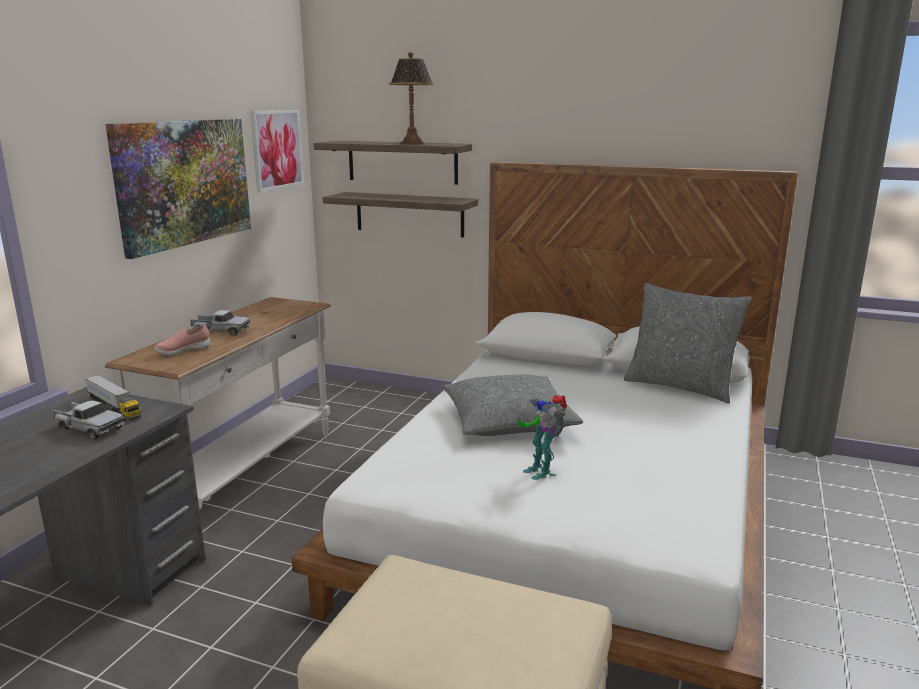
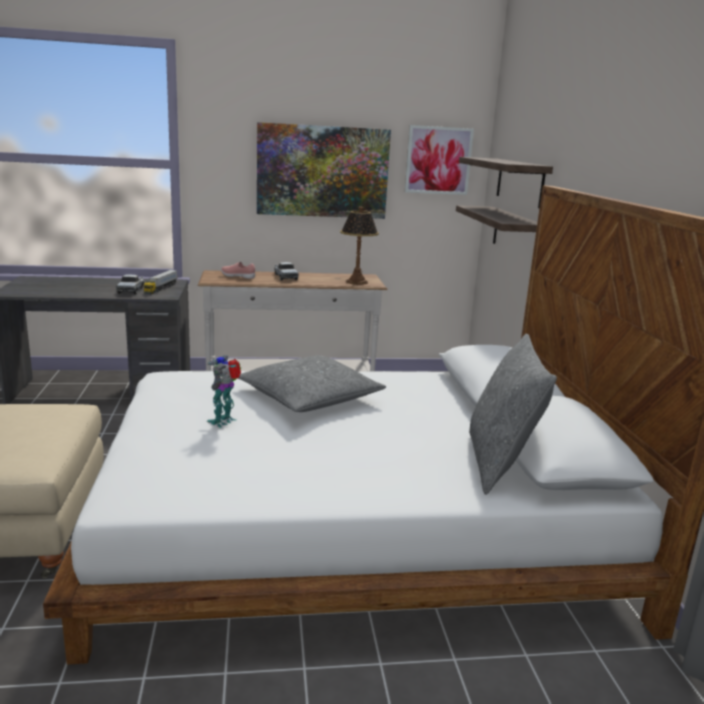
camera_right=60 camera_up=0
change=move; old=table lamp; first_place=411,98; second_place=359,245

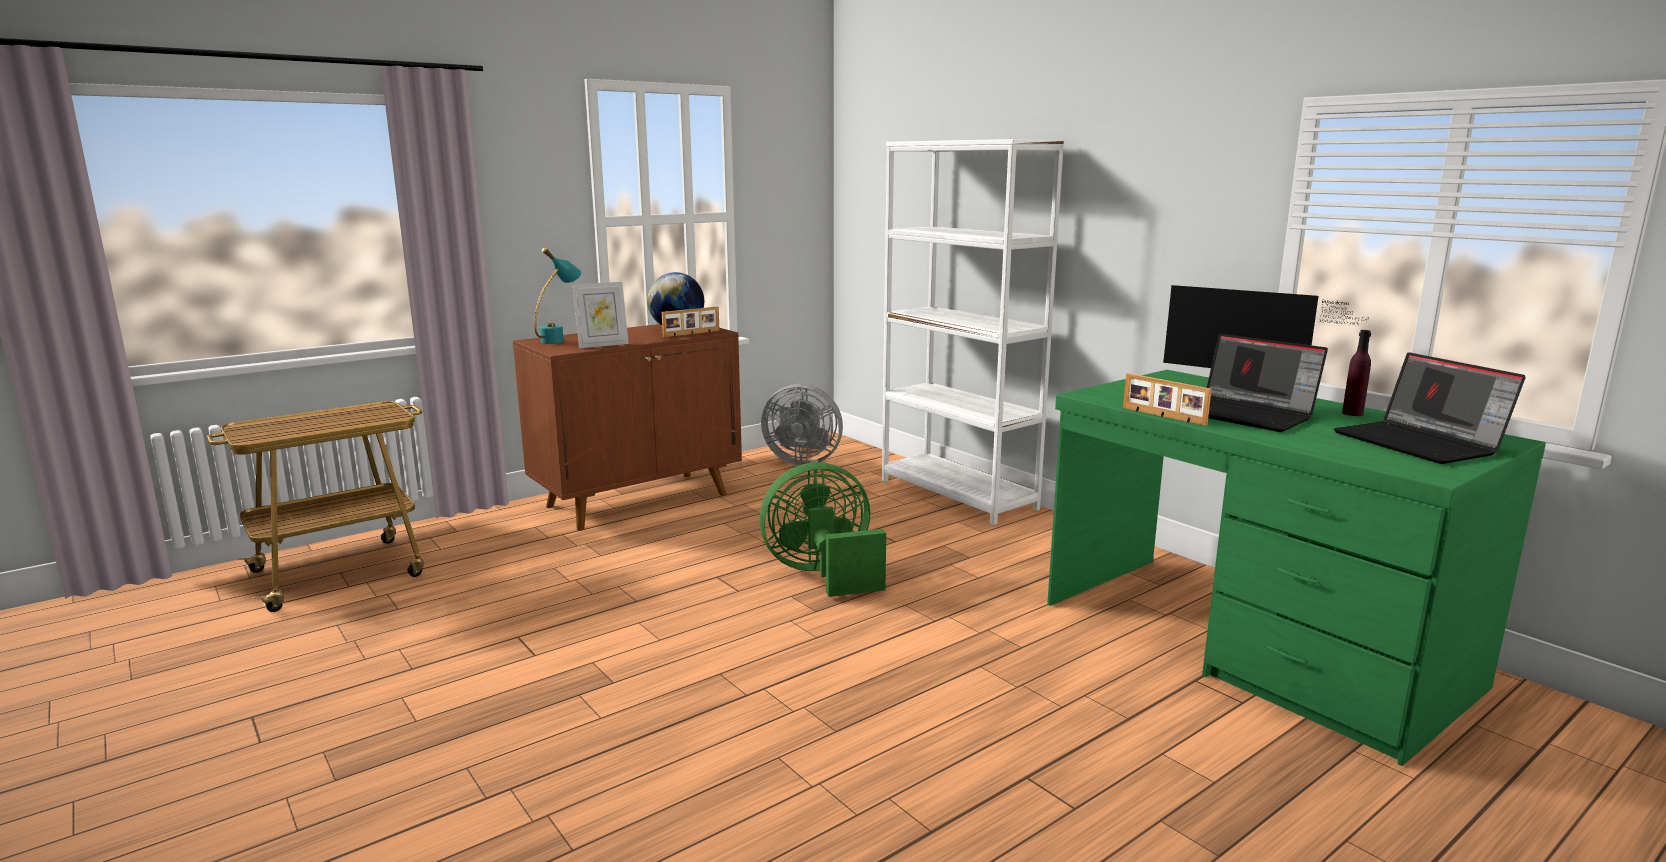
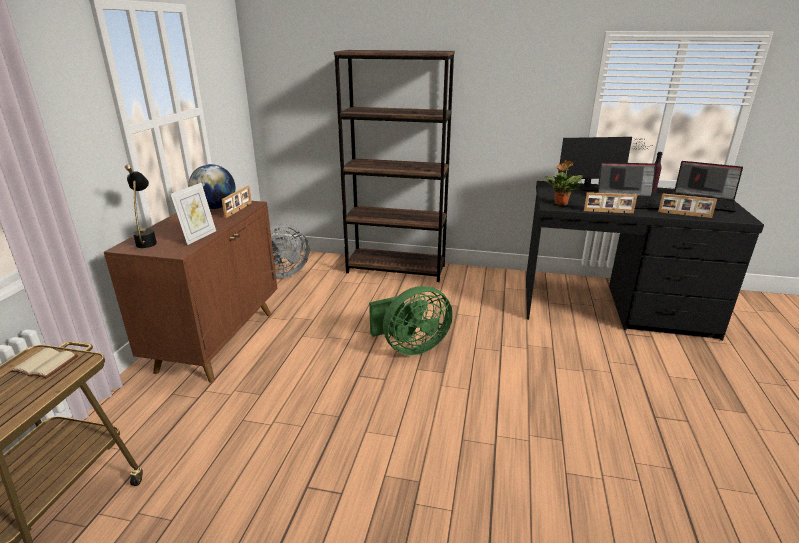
camera_right=-40 camera_up=10
change=recolor; old=bookcase (white); new=bookcase (brown); first_place=973,332; second_place=394,166
change=recolor; old=table lamp (turquoise); new=table lamp (black); first_place=557,295; second_place=141,206
change=recolor; old=desk (green); new=desk (black); first_place=1296,568; second_place=645,261
change=rotate; old=fan (green); first_place=823,530; second_place=411,320; degrees=-150
change=insert; new=potted plant; second_place=564,182
change=insert; new=picture frame; second_place=687,205
change=insert; new=book (beige); second_place=45,363

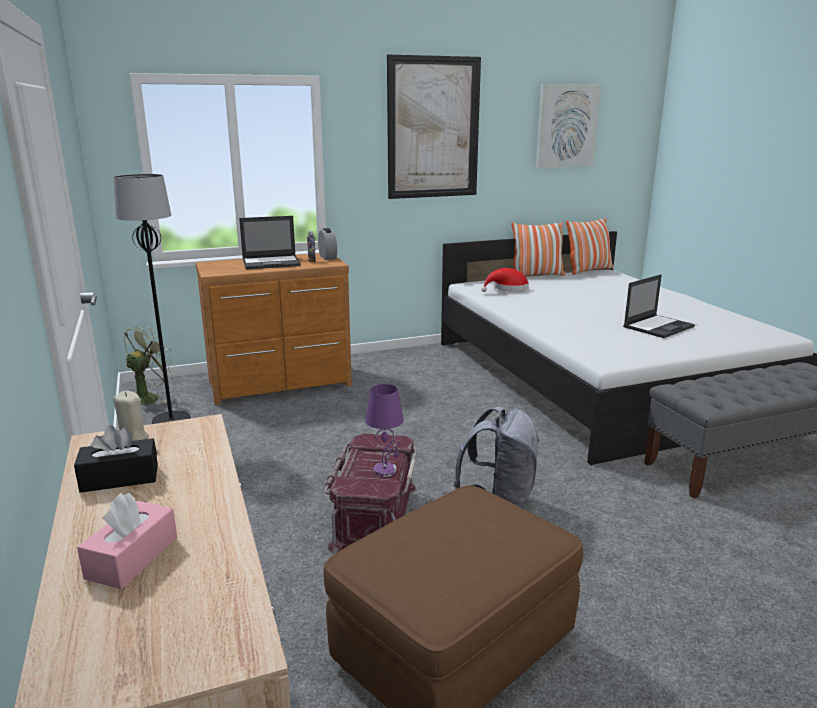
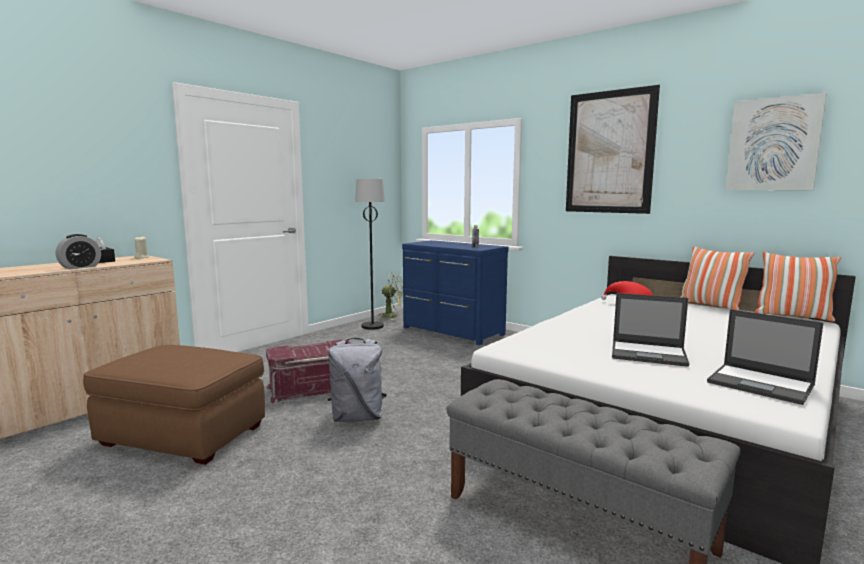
camera_right=60 camera_up=-10
change=move; old=laptop; first_place=270,243; second_place=765,357
change=move; old=alarm clock; first_place=327,244; second_place=78,251
change=recolor; old=dresser (brown); new=dresser (blue); first_place=274,329; second_place=455,292
change=delete; old=table lamp (purple); first_place=384,430
change=delete; old=tissue box (pink); first_place=127,541

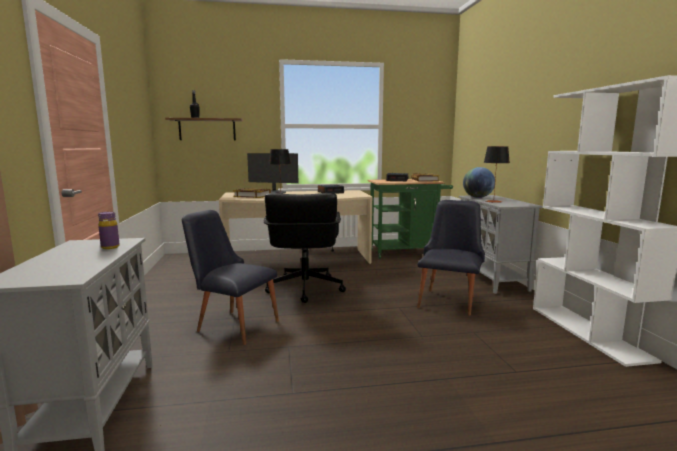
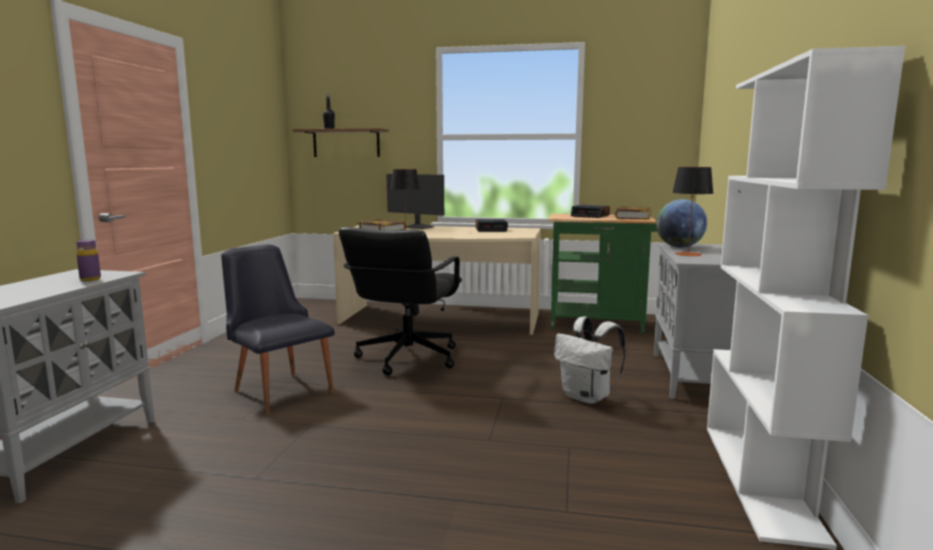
camera_right=20 camera_up=0
change=replace; old=chair (black); new=backpack (white); first_place=451,258; second_place=590,360

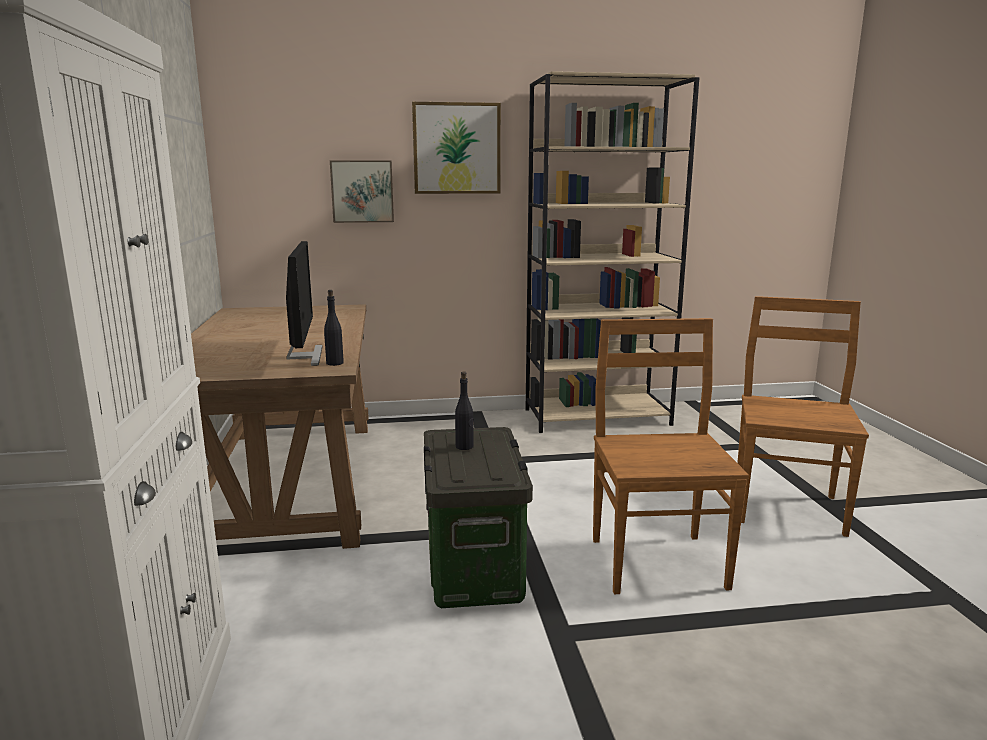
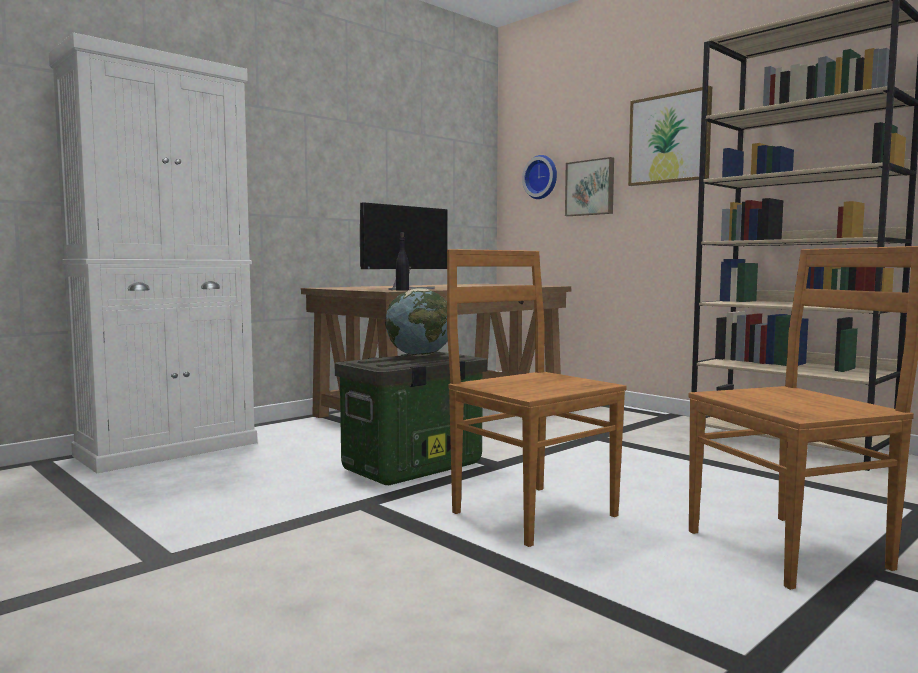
camera_right=55 camera_up=-10
change=rotate; old=chair (brown); first_place=671,456; second_place=537,398; degrees=-90
change=replace; old=bottle (black); new=globe; first_place=464,411; second_place=416,322
change=insert; new=wall clock; second_place=539,177

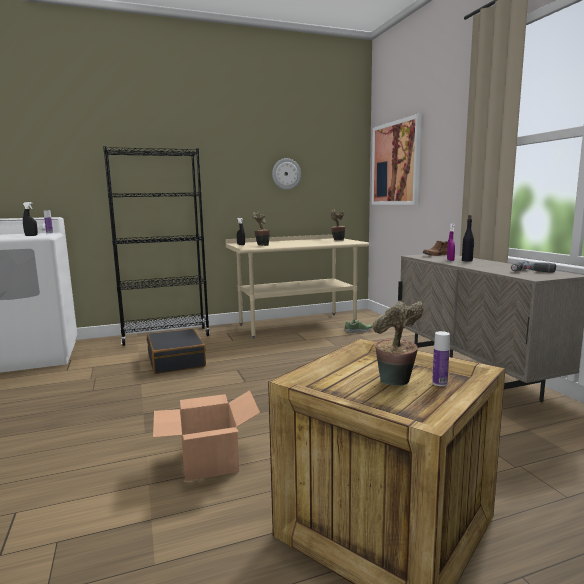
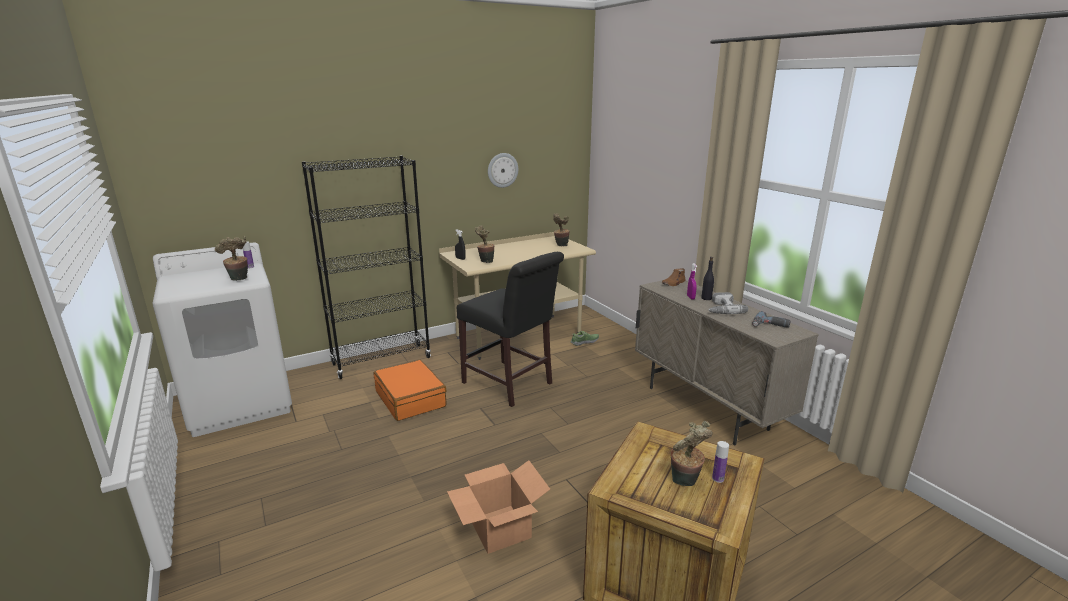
camera_right=-10 camera_up=10
change=delete; old=picture; first_place=396,159
change=replace; old=spray bottle (black); new=potted plant; first_place=30,219; second_place=231,258
change=recolor; old=suitcase (black); new=suitcase (orange); first_place=176,351; second_place=410,390
change=insert; new=chair (black); second_place=510,329
change=insert; new=power drill; second_place=728,303

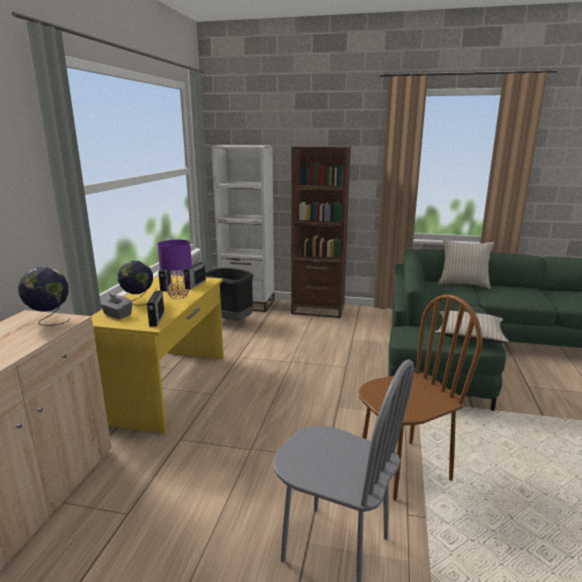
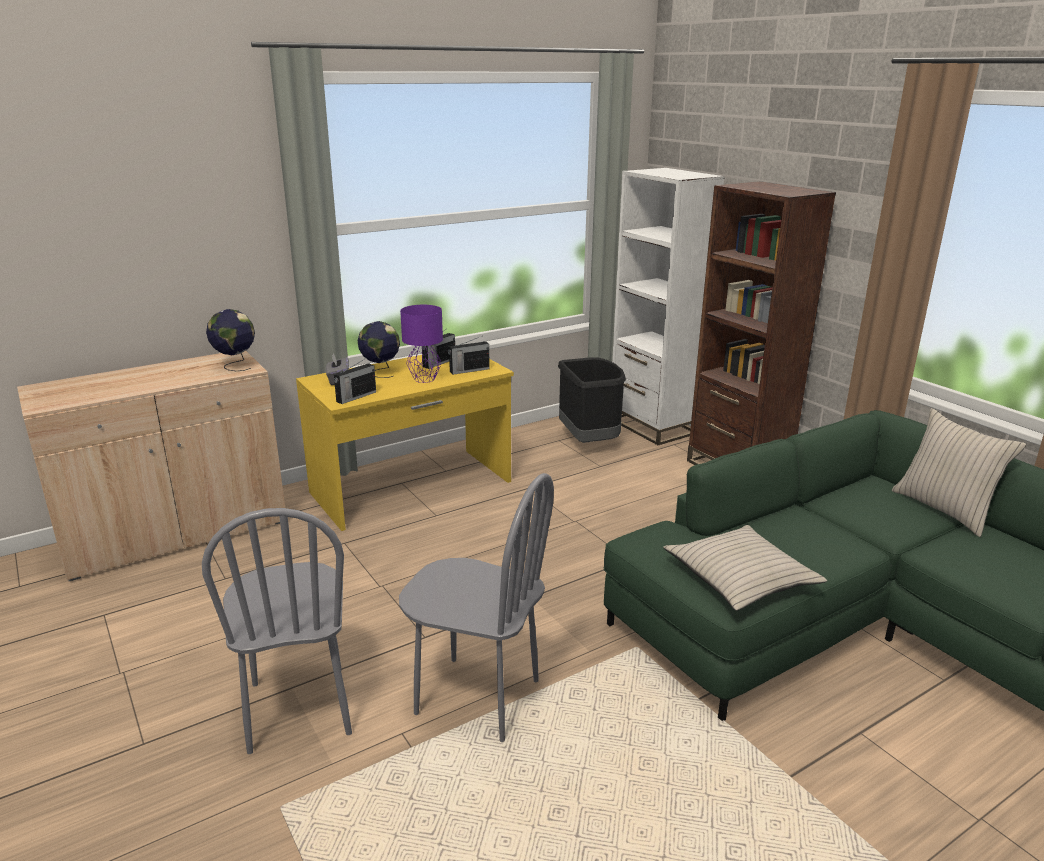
camera_right=45 camera_up=5
change=recolor; old=chair (brown); new=chair (grey); first_place=420,397; second_place=476,607

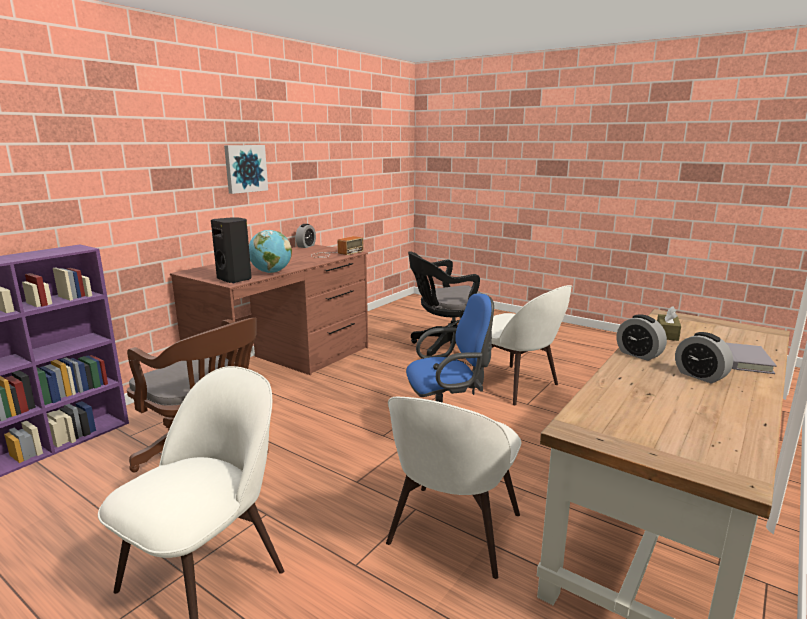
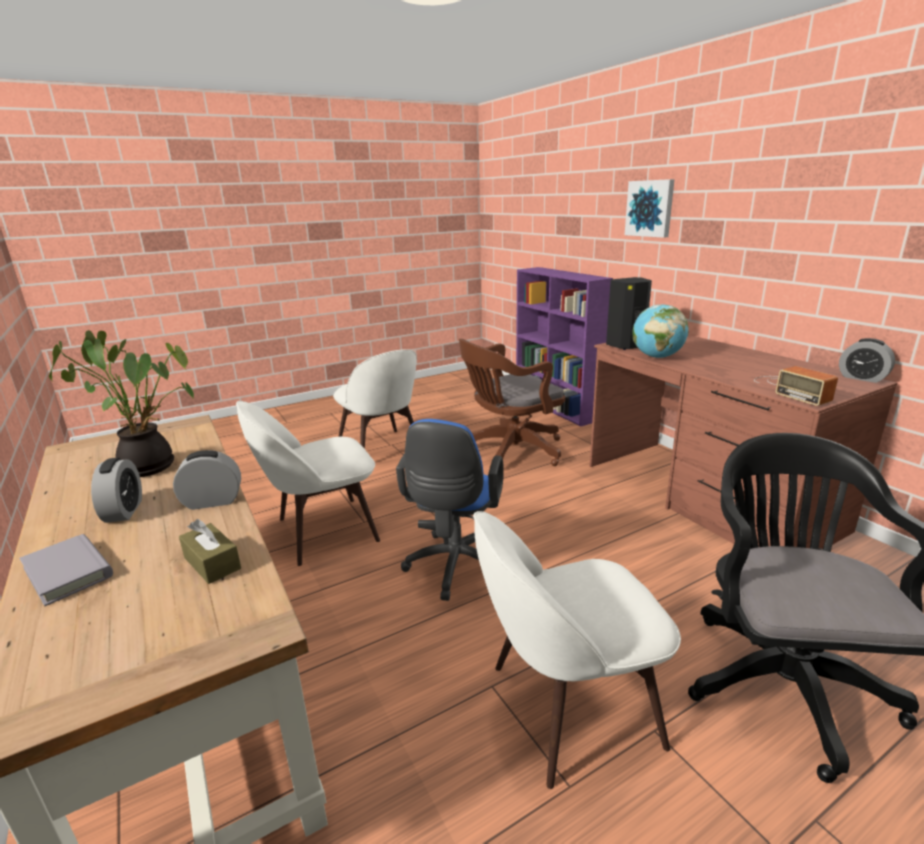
camera_right=115 camera_up=5
change=move; old=picture; first_place=246,169; second_place=650,208
change=rotate; old=alarm clock; first_place=704,357; second_place=116,490; degrees=90
change=rotate; old=chair (white); first_place=453,488; second_place=308,483; degrees=-75
change=insert; new=potted plant; second_place=121,403

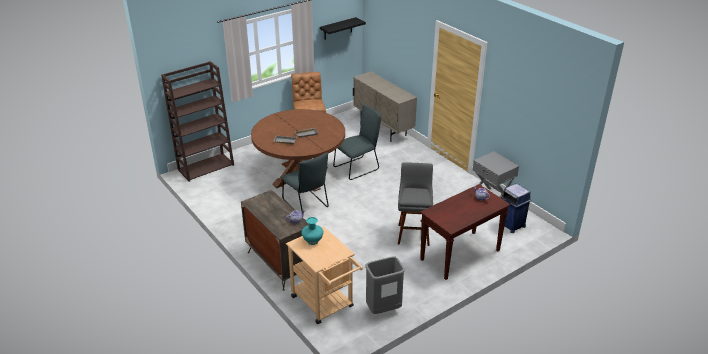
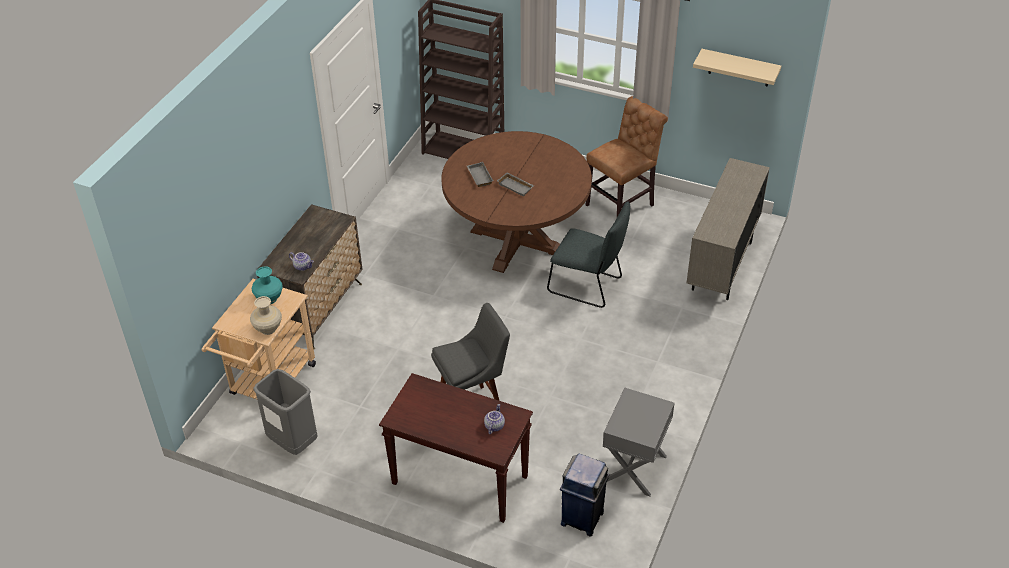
camera_right=60 camera_up=10
change=recolor; old=shelf (black); new=shelf (beige); first_place=343,28; second_place=737,67
change=delete; old=chair (grey); first_place=305,181
change=insert; new=vase (beige); second_place=266,315

